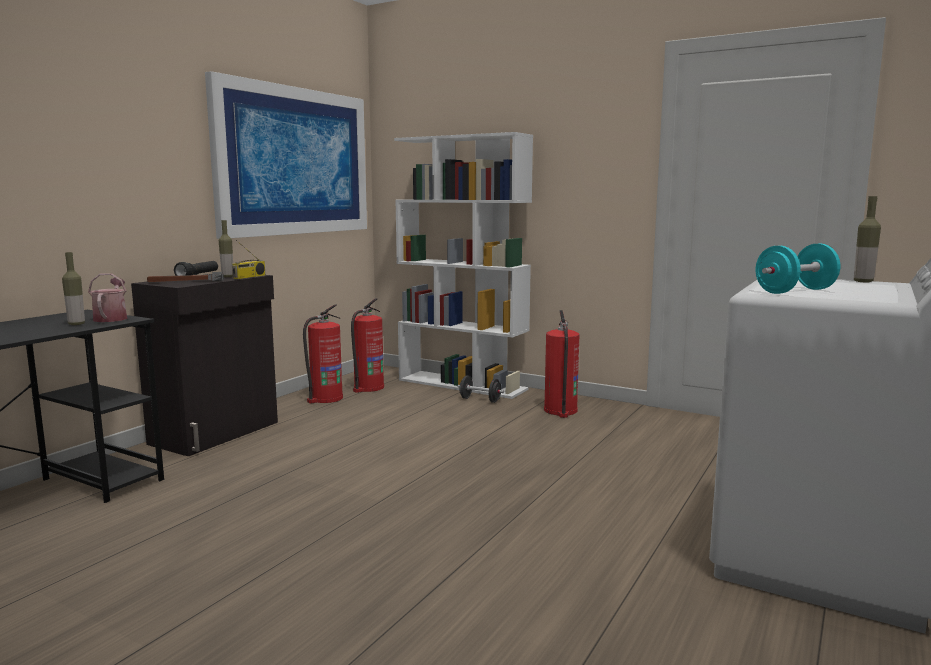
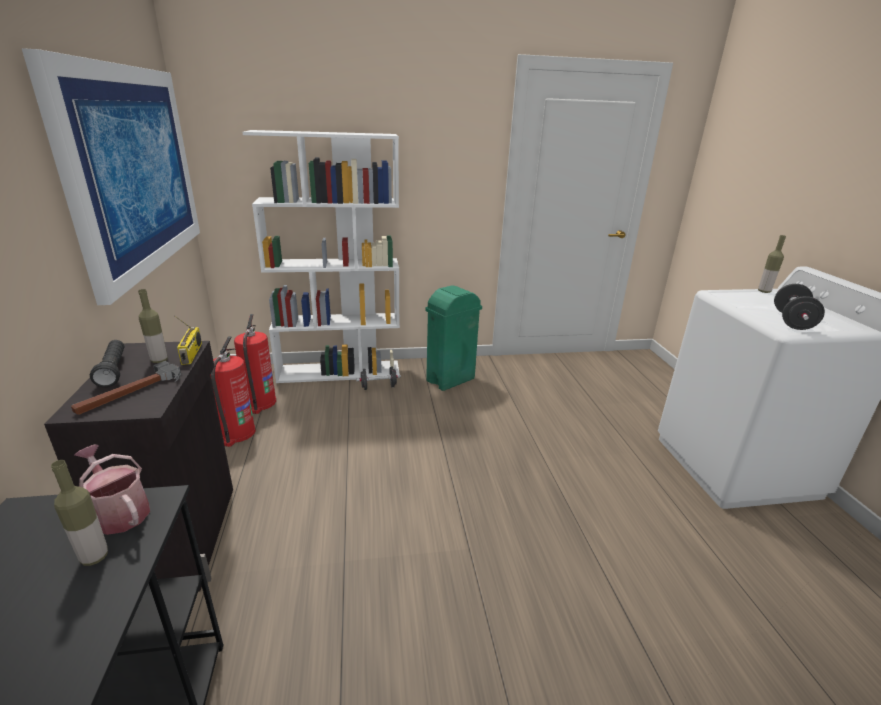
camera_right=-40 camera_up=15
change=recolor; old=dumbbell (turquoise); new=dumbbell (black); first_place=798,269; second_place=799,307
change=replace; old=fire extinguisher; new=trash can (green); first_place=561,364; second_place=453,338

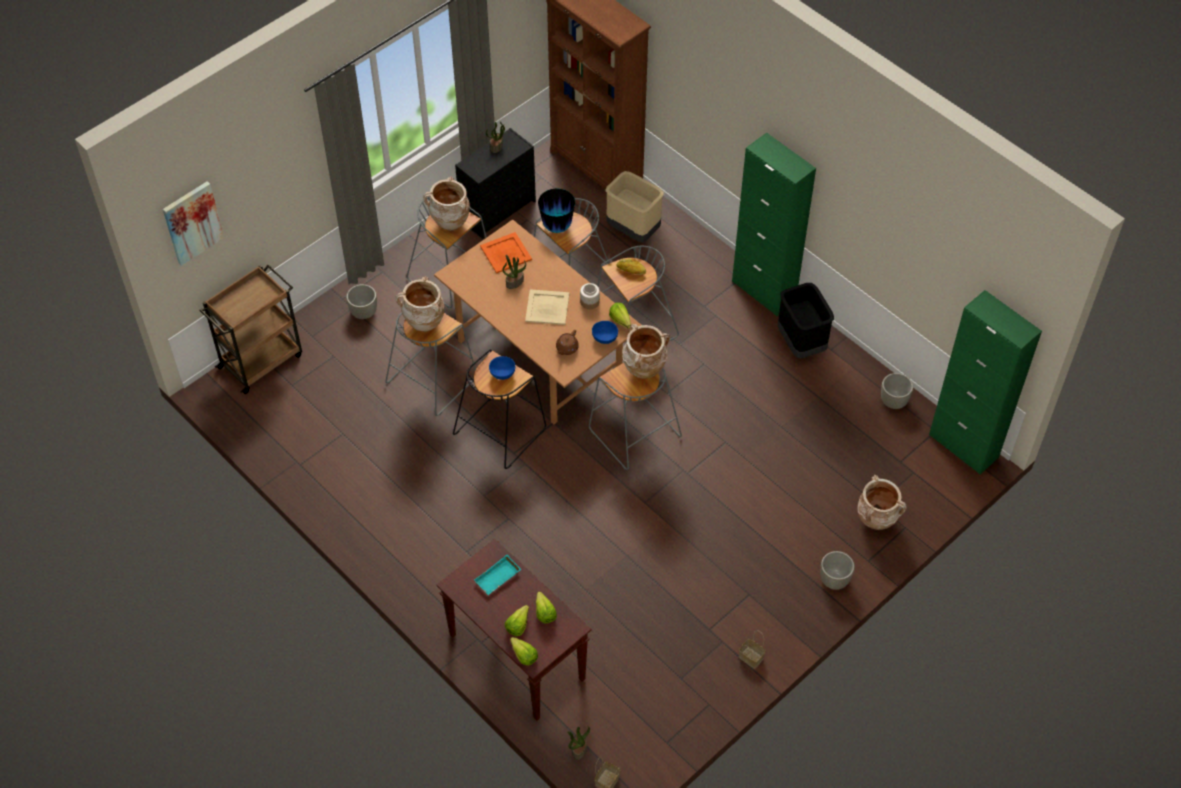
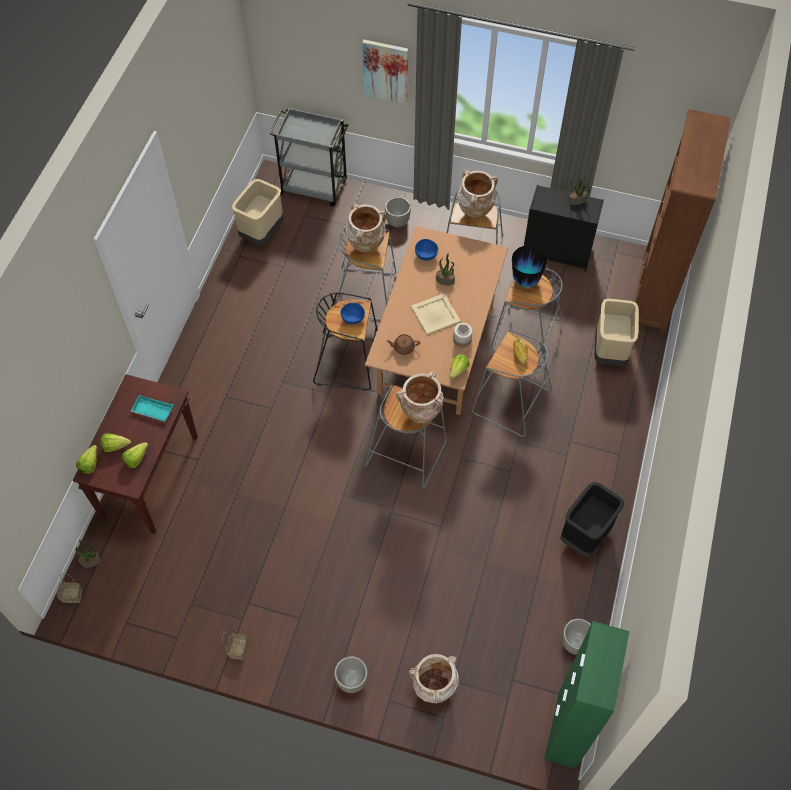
camera_right=60 camera_up=5
change=delete; old=cabinet (green); first_place=774,224
change=move; old=picture; first_place=193,223; second_place=385,72
change=delete; old=tray (orange); first_place=506,252
change=recolor; old=cart (brown); new=cart (grey); first_place=250,329; second_place=308,157
change=move; old=bowl (blue); first_place=605,332; second_place=426,250
change=insert; new=trash can (beige); second_place=257,212

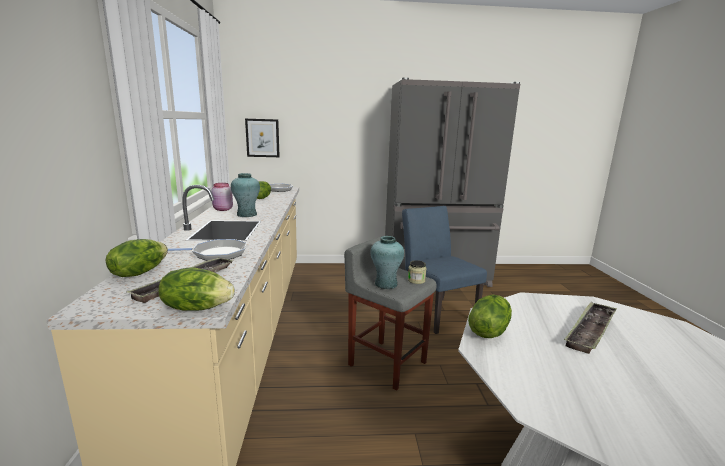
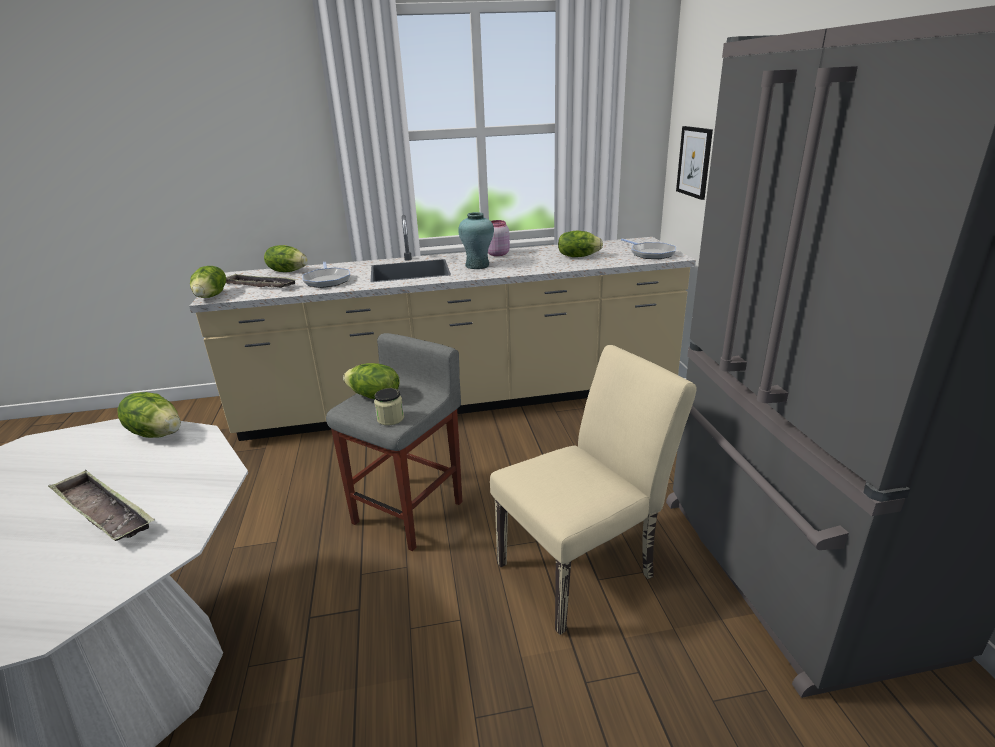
camera_right=85 camera_up=10
change=recolor; old=chair (blue); new=chair (beige); first_place=444,270; second_place=593,490
change=replace; old=vase (turquoise); new=lettuce; first_place=387,262; second_place=371,381

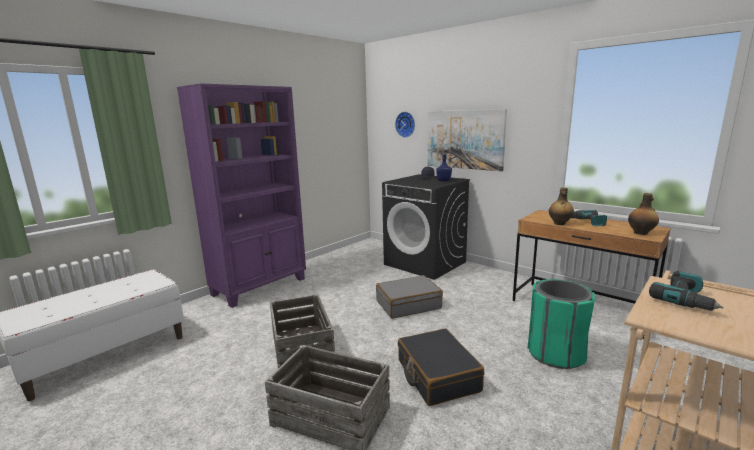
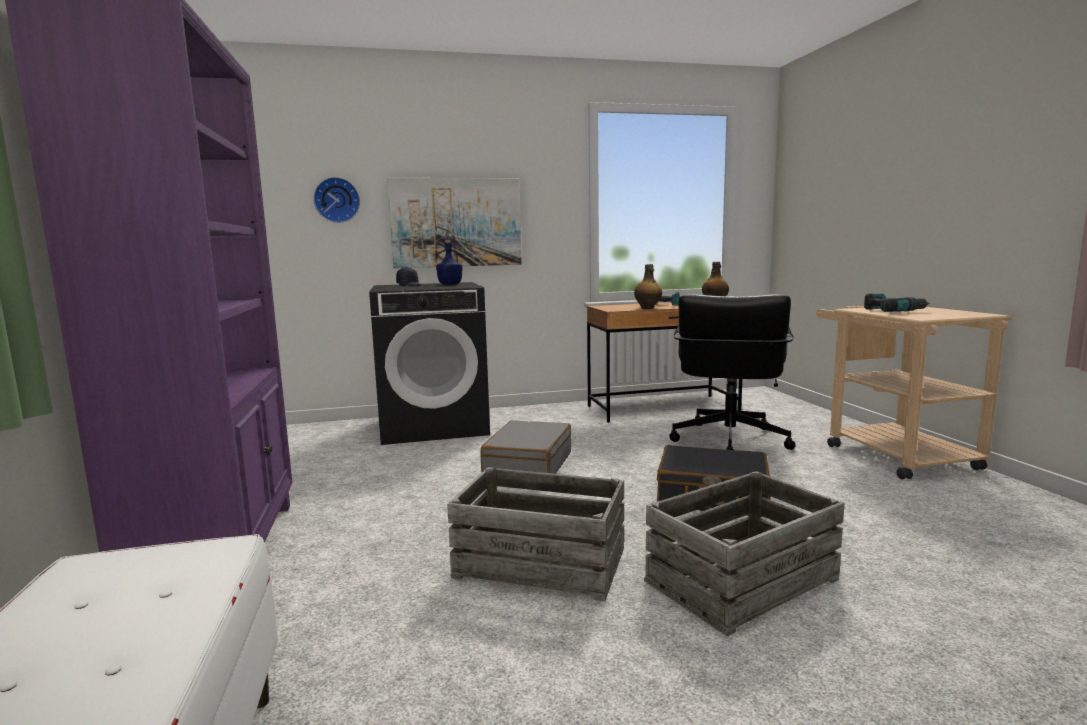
camera_right=-55 camera_up=-5
change=replace; old=trash can (green); new=office chair (black); first_place=561,324; second_place=732,372

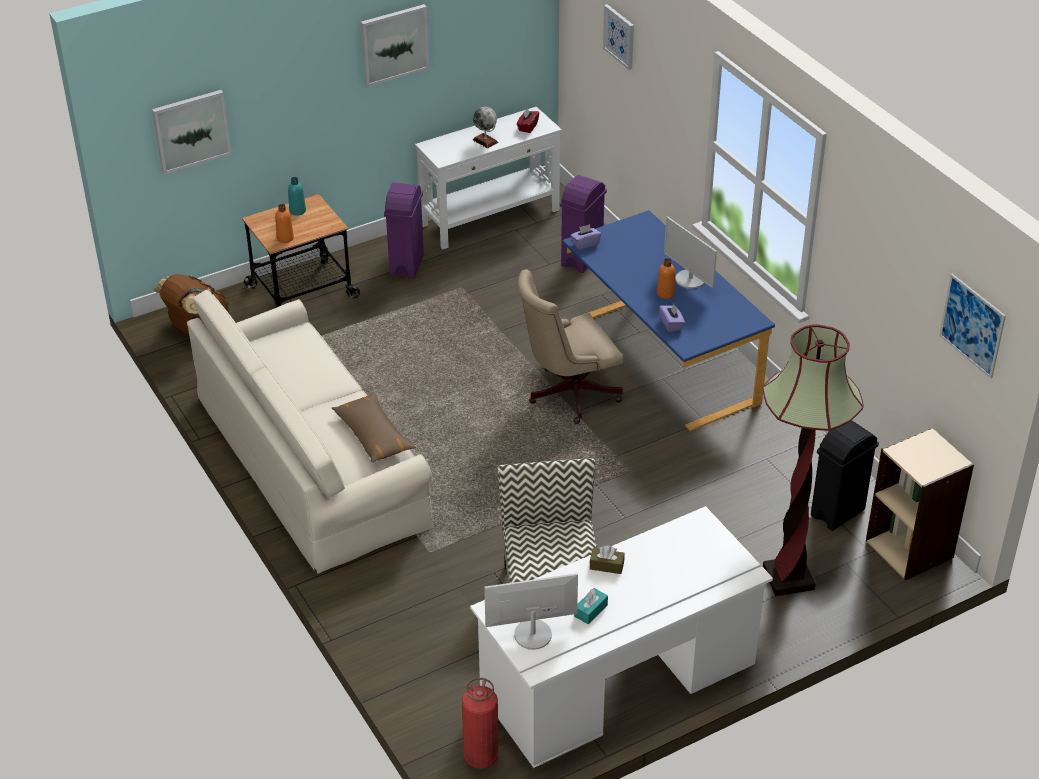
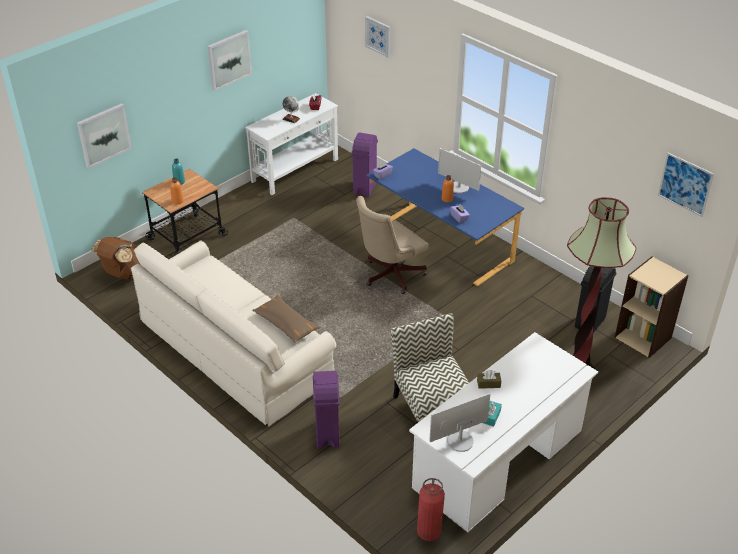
camera_right=-15 camera_up=0
change=move; old=trash can (purple); first_place=404,231; second_place=326,409

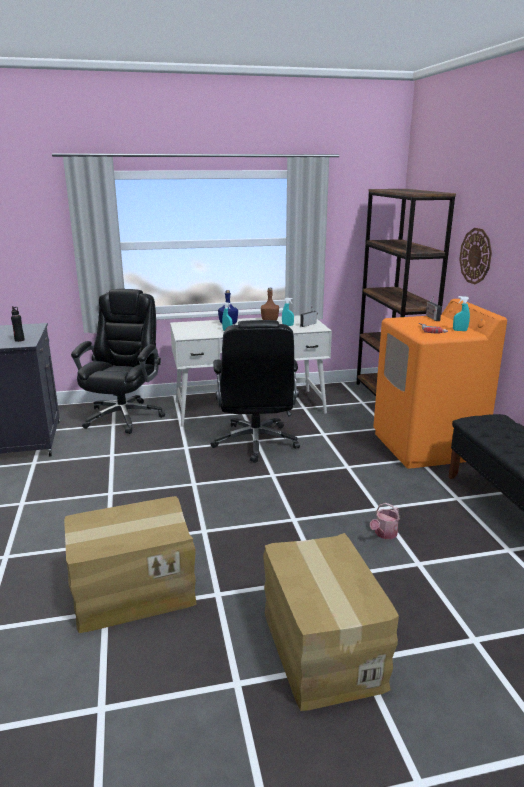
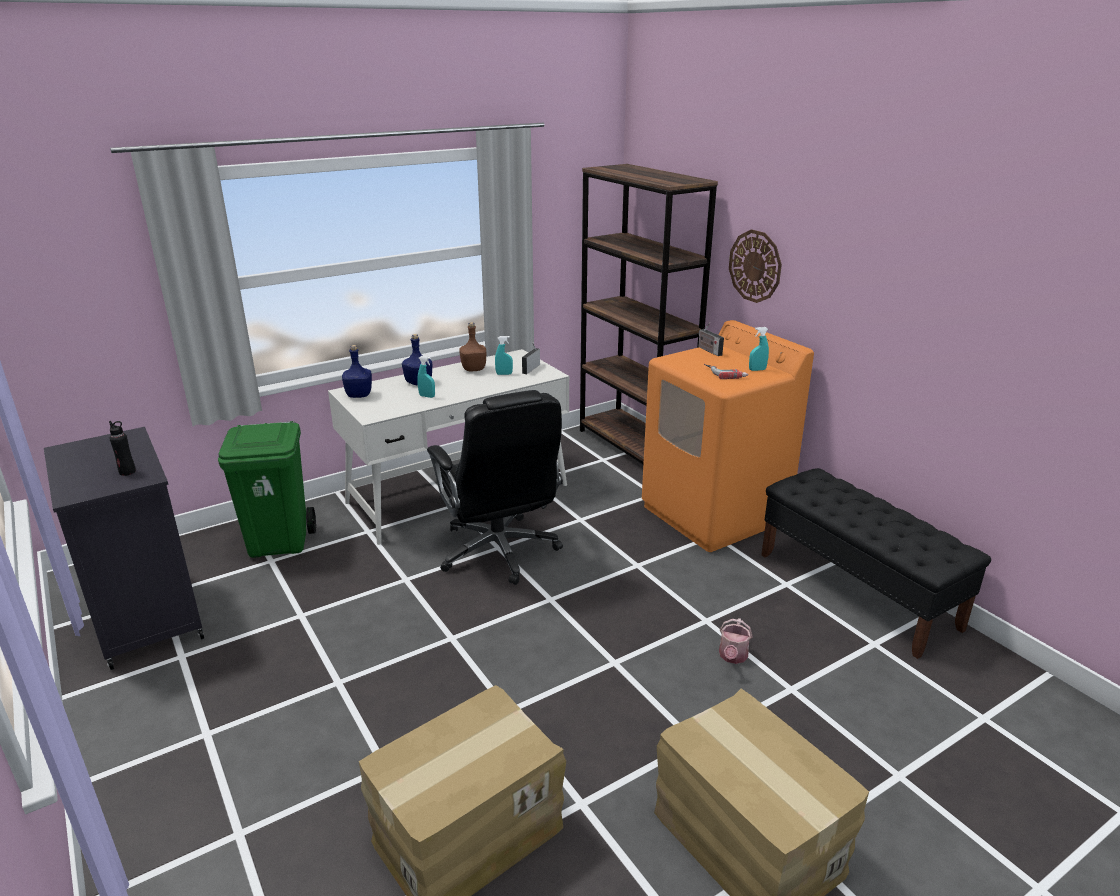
camera_right=-20 camera_up=5
change=replace; old=office chair (black); new=trash can (green); first_place=118,361; second_place=267,489
change=insert; new=bottle (blue); second_place=357,371

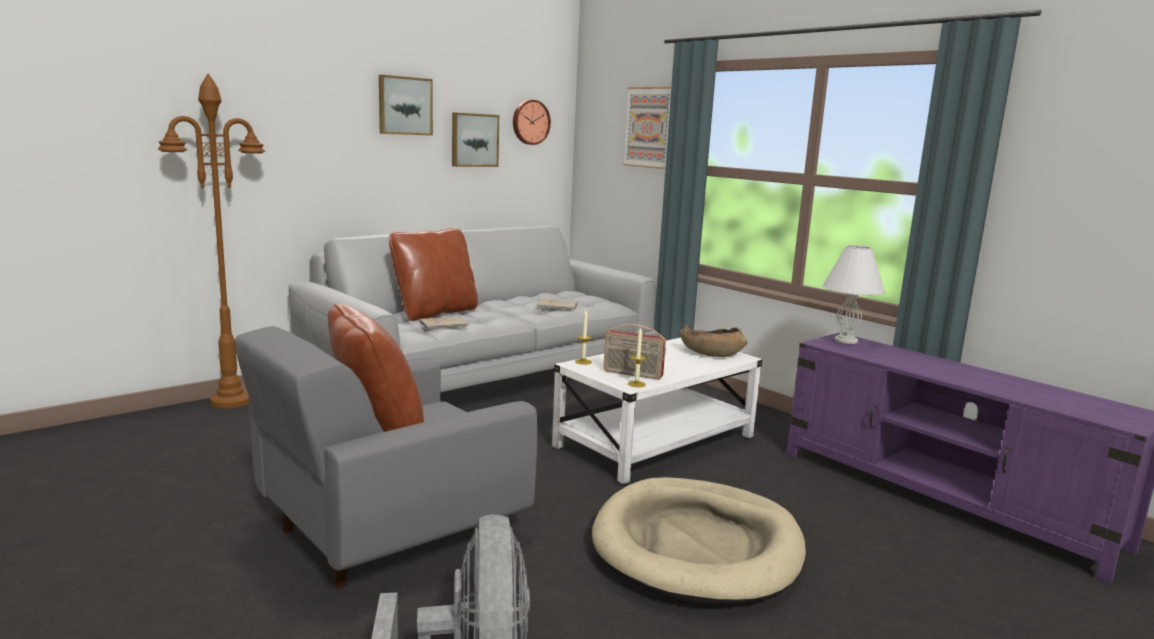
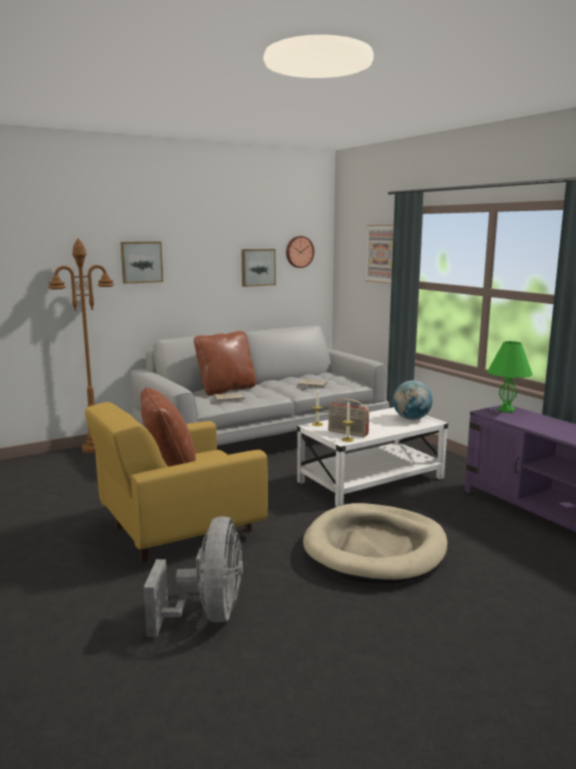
camera_right=10 camera_up=0
change=move; old=picture; first_place=406,105; second_place=141,263
change=recolor; old=table lamp (white); new=table lamp (green); first_place=853,294; second_place=510,376
change=replace; old=bowl (brown); new=globe; first_place=713,341; second_place=413,400
change=recolor; old=armchair (grey); new=armchair (yellow); first_place=386,457; second_place=176,482

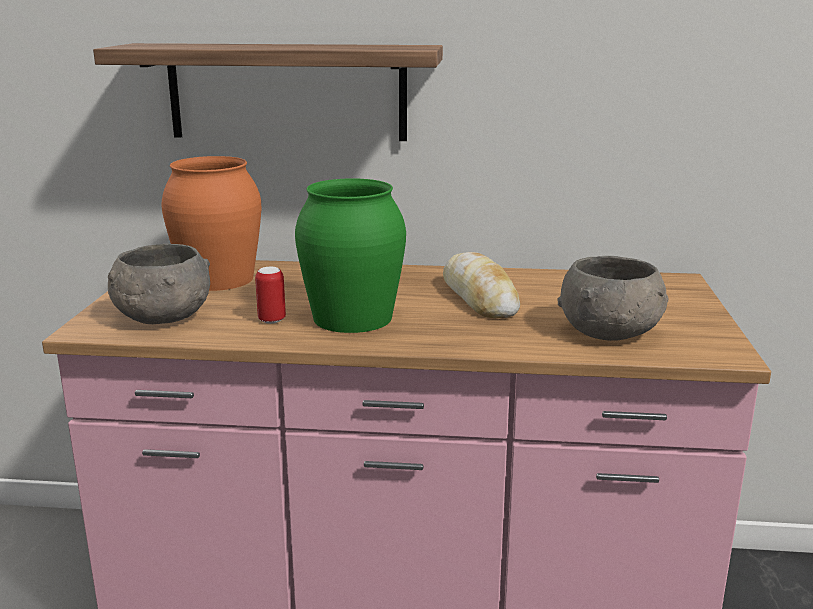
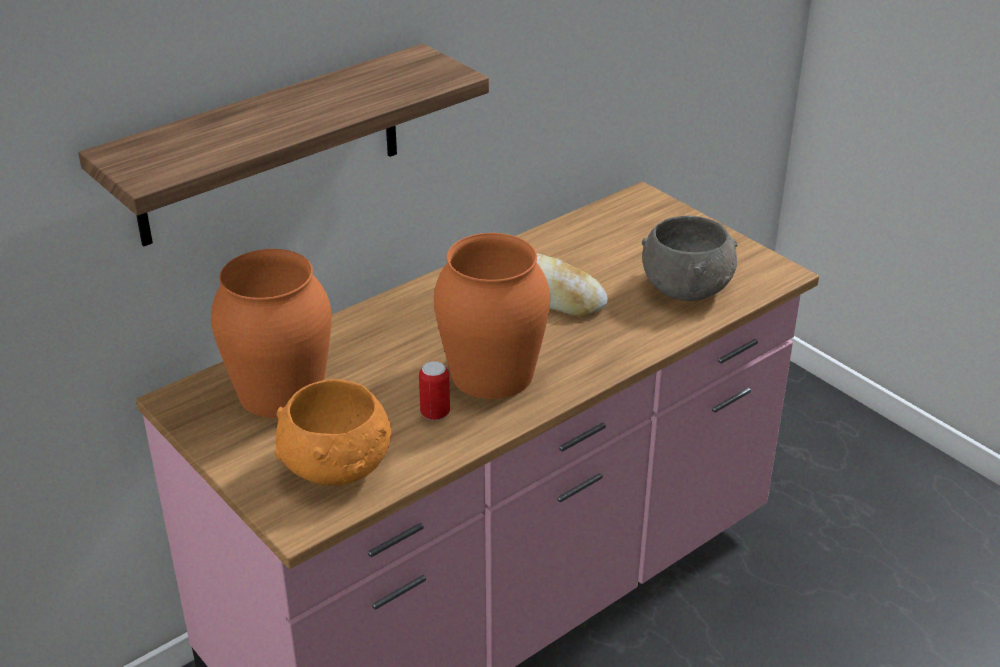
camera_right=-45 camera_up=15
change=recolor; old=vase (green); new=vase (orange); first_place=350,255; second_place=492,316
change=recolor; old=bowl (grey); new=bowl (orange); first_place=159,284; second_place=333,432

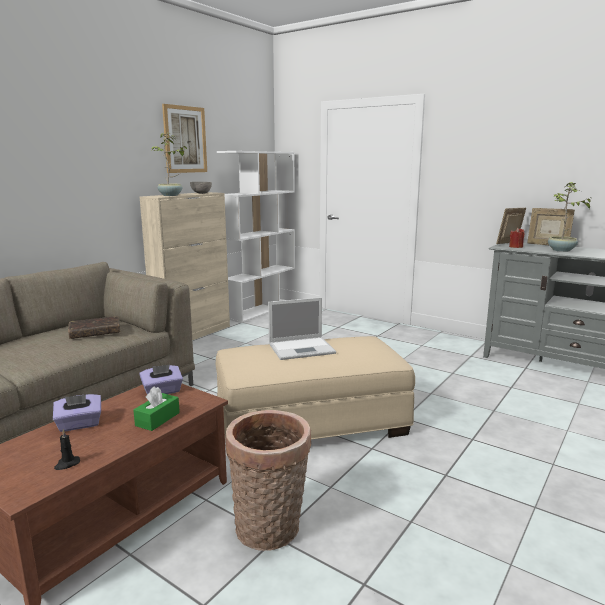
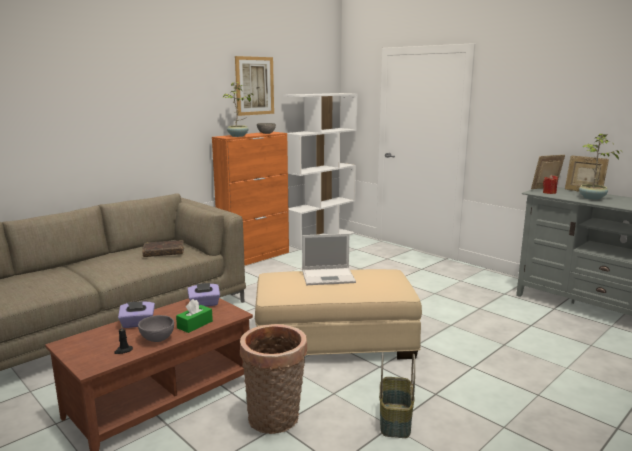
camera_right=10 camera_up=0
change=recolor; old=cabinet (beige); new=cabinet (orange); first_place=185,266; second_place=250,199
change=insert; new=bowl (grey); second_place=156,328
change=insert; new=basket; second_place=397,395

